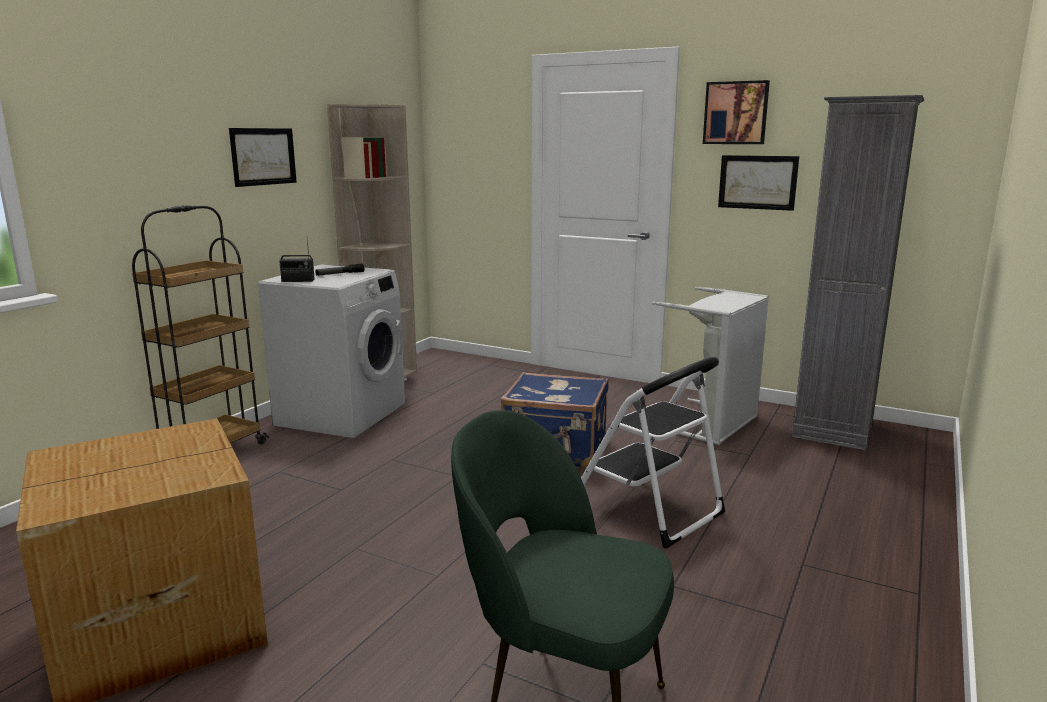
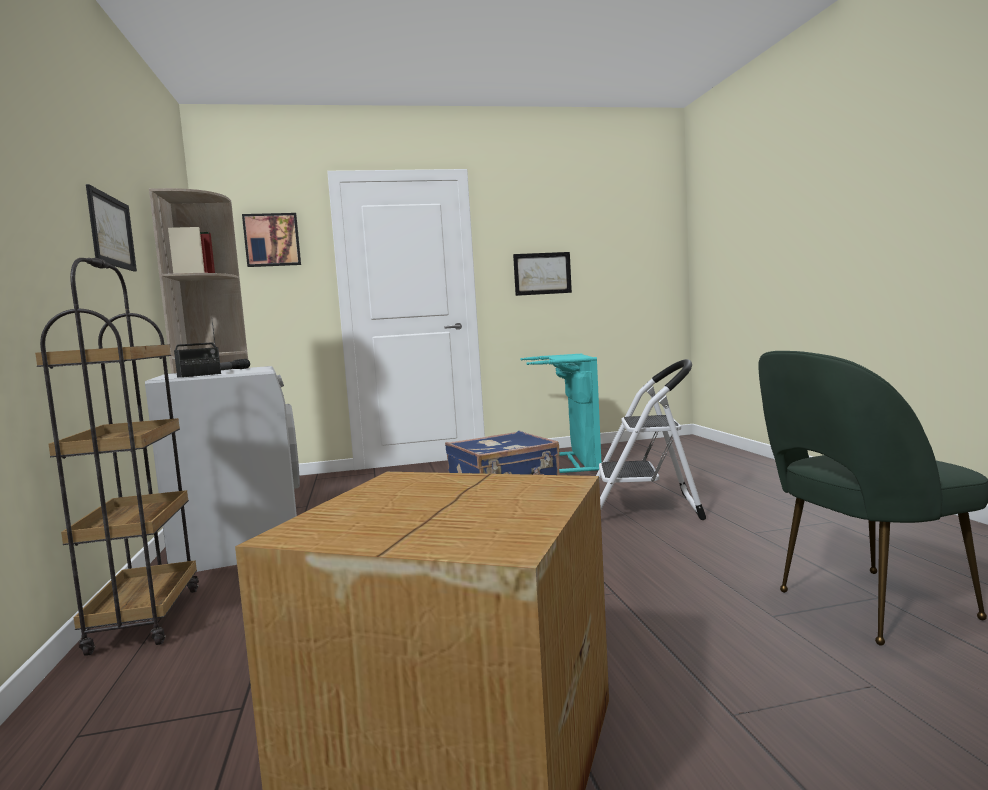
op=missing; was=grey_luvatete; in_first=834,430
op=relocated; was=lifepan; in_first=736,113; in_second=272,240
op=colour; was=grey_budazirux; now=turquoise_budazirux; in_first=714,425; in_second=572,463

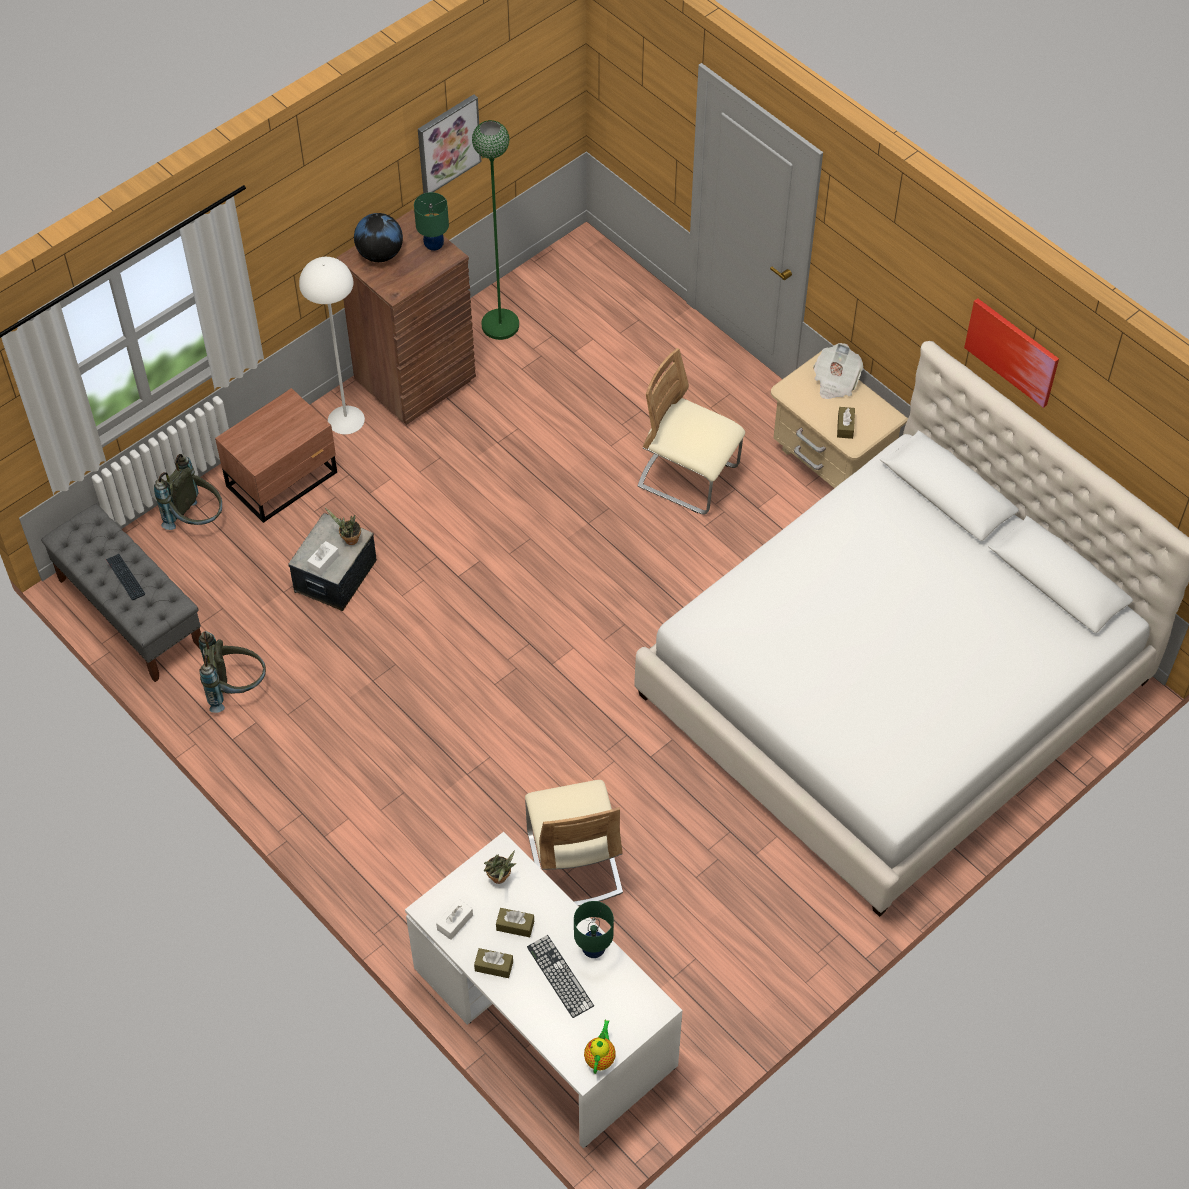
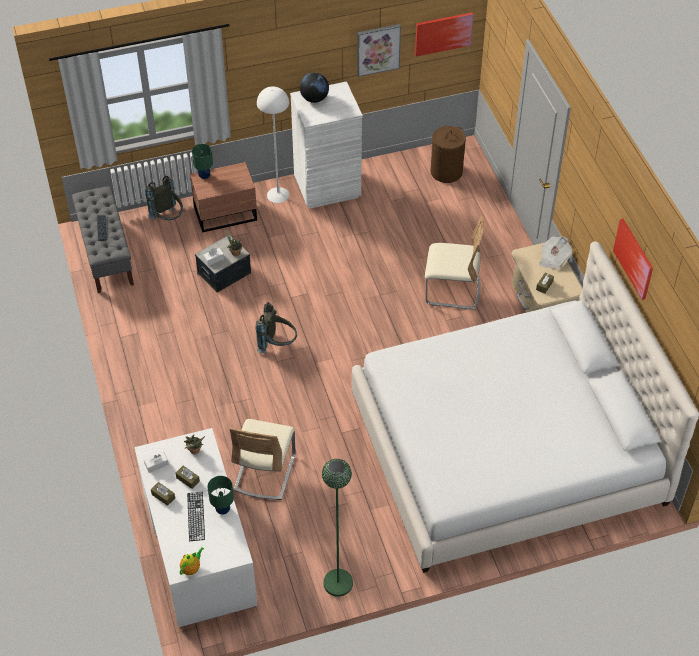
op=appeared; now=lifepan; in_second=443,33
op=appeared; now=brown_budazirux; in_second=446,172
op=relocated; was=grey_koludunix; in_first=236,689; in_second=277,344
op=relocated; was=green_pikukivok; in_first=435,246; in_second=205,176
op=relocated; was=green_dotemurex; in_first=500,325; in_second=337,583
op=colour; was=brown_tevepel; now=white_tevepel; in_first=415,381; in_second=327,187
op=spun; was=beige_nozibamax; in_first=688,477; in_second=452,291; clockwise=135

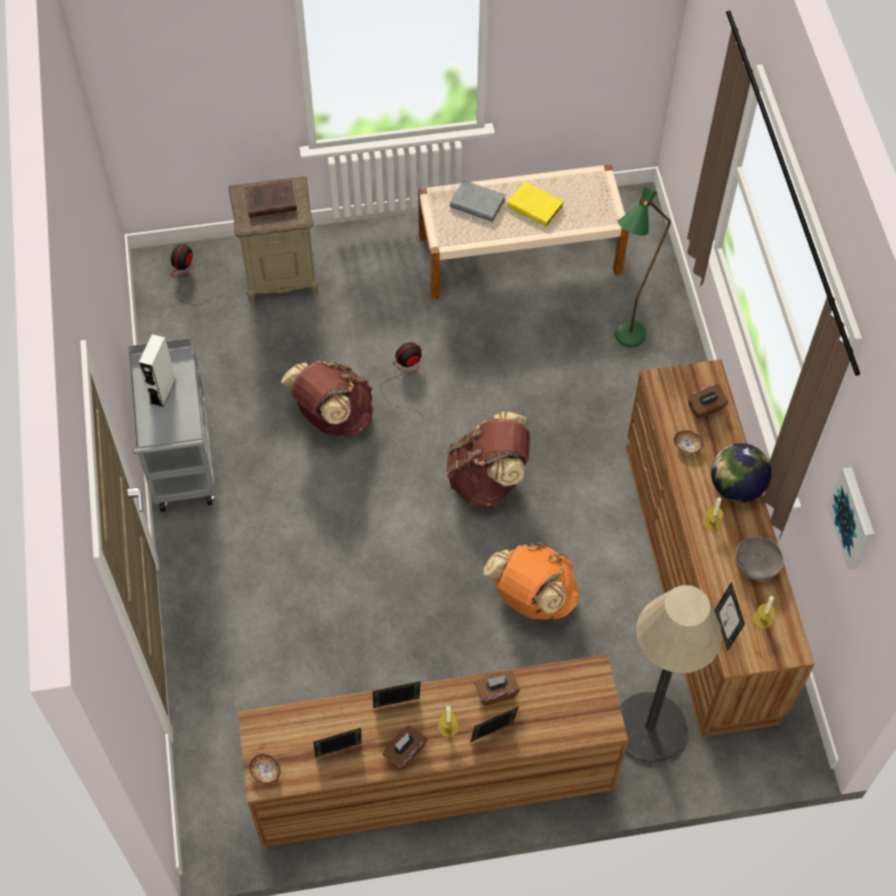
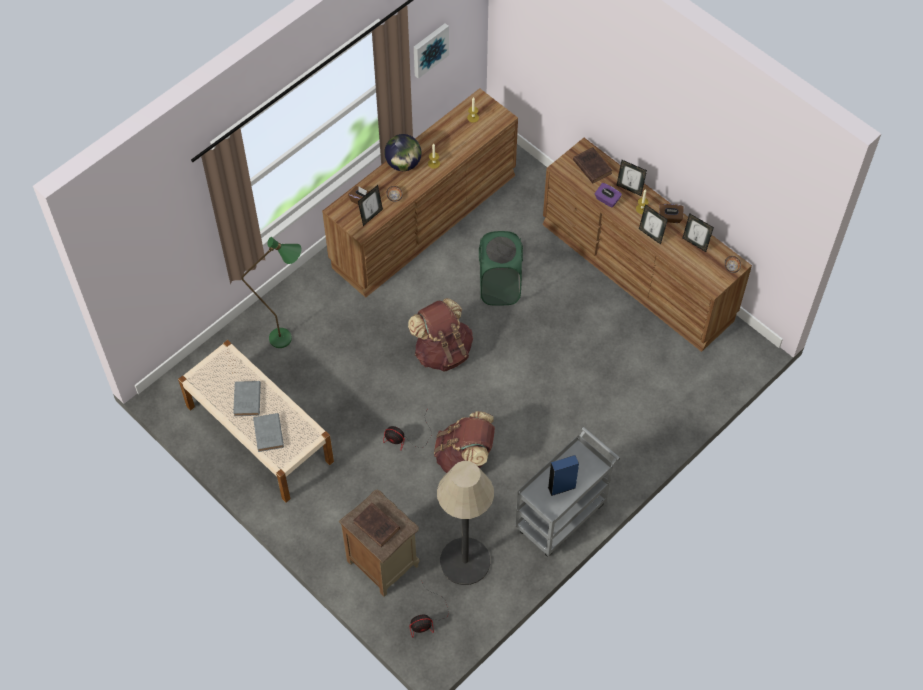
op=missing; was=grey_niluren; in_first=756,566
op=appeared; now=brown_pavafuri; in_second=591,166
op=relocated; was=dotemurex; in_first=649,727; in_second=465,561
op=relocated; was=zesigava; in_first=724,629; in_second=371,216
op=exchanged; was=orange_koludunix; now=green_budazirux; in_first=531,598; in_second=499,287
op=colour; was=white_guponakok; now=blue_guponakok; in_first=163,391; in_second=561,487
op=colour; was=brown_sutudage; now=purple_sutudage; in_first=496,692; in_second=607,200
op=colour; was=yellow_pavafuri; now=grey_pavafuri; in_first=533,206; in_second=247,401

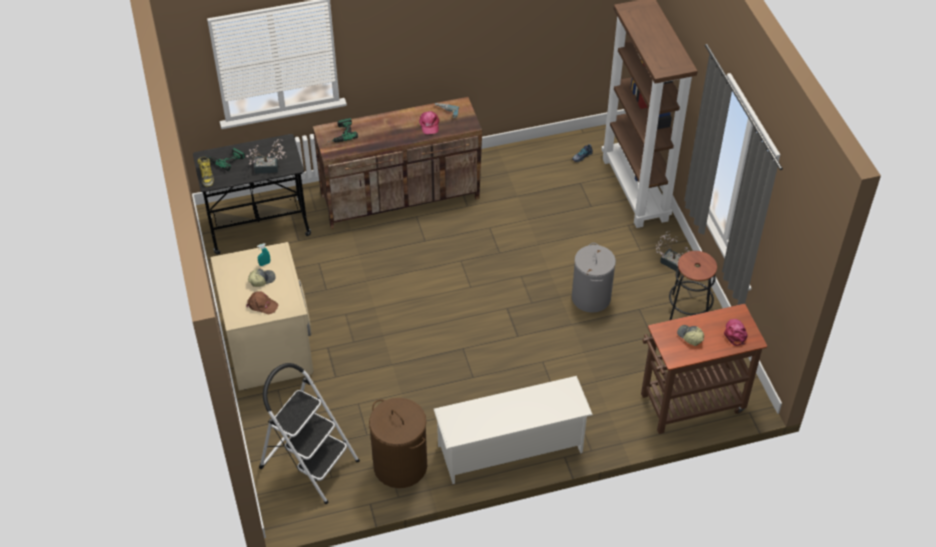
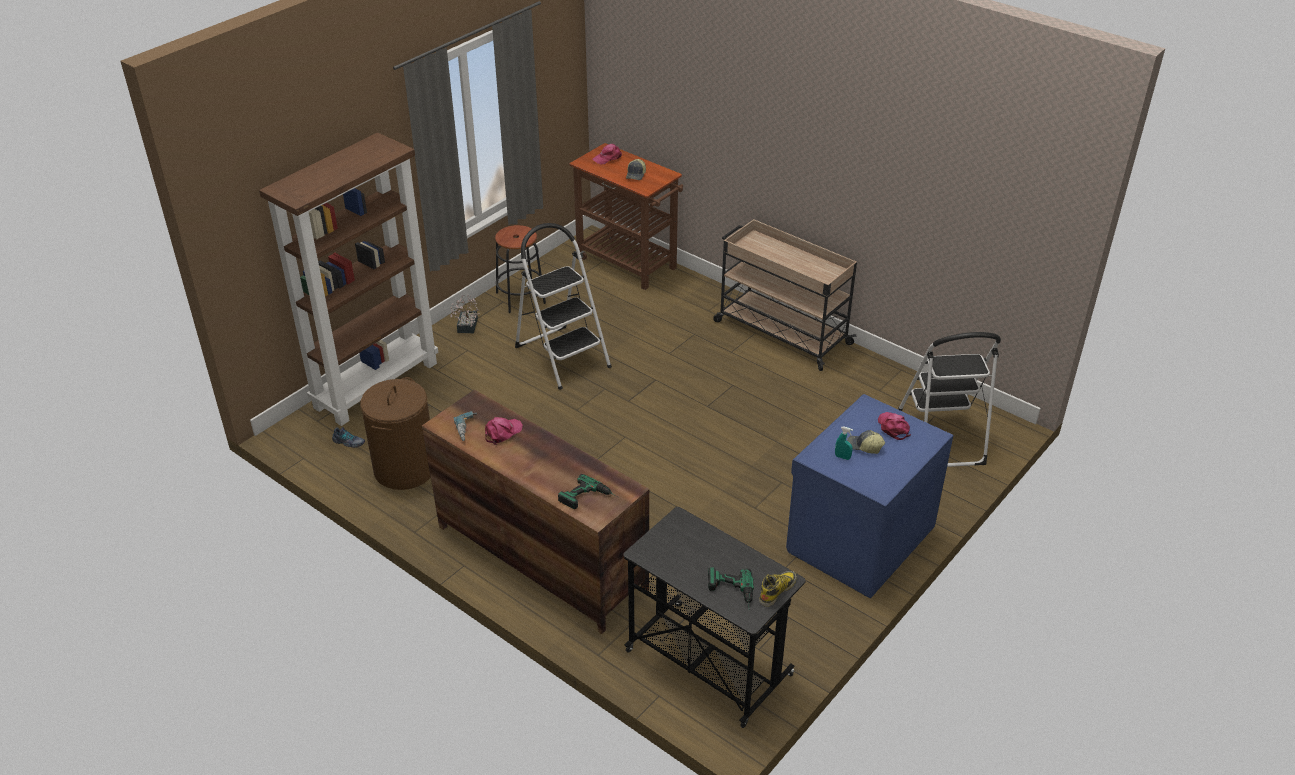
op=missing; was=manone; in_first=269,167
op=relocated; was=brown_budazirux; in_first=400,465; in_second=405,469
op=exchanged; was=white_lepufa; now=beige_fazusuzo; in_first=511,449; in_second=781,332
op=exchanged; was=grey_budazirux; now=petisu; in_first=591,298; in_second=561,355
op=colour; was=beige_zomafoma; now=blue_zomafoma; in_first=269,346; in_second=857,541
op=colour; was=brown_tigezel; now=pink_tigezel; in_first=262,305; in_second=893,427

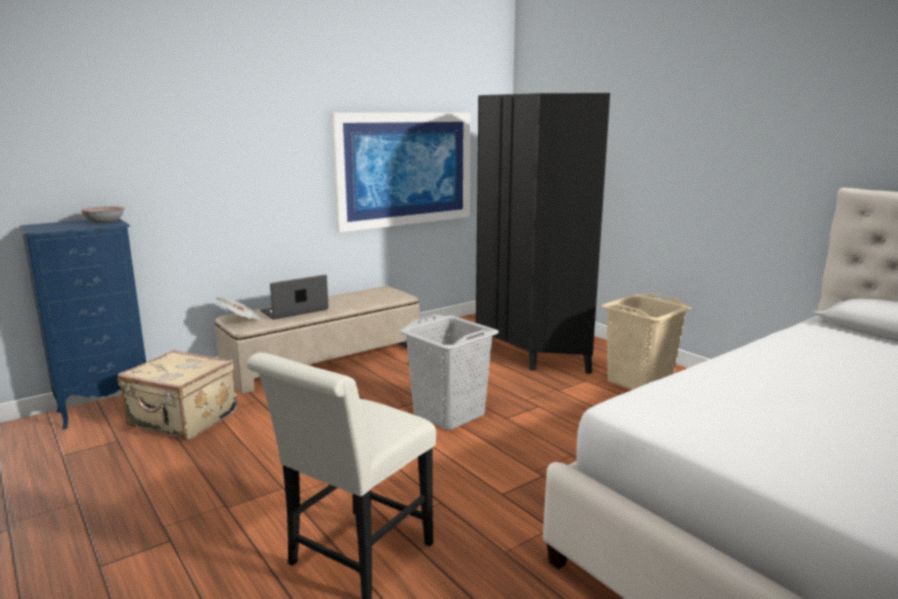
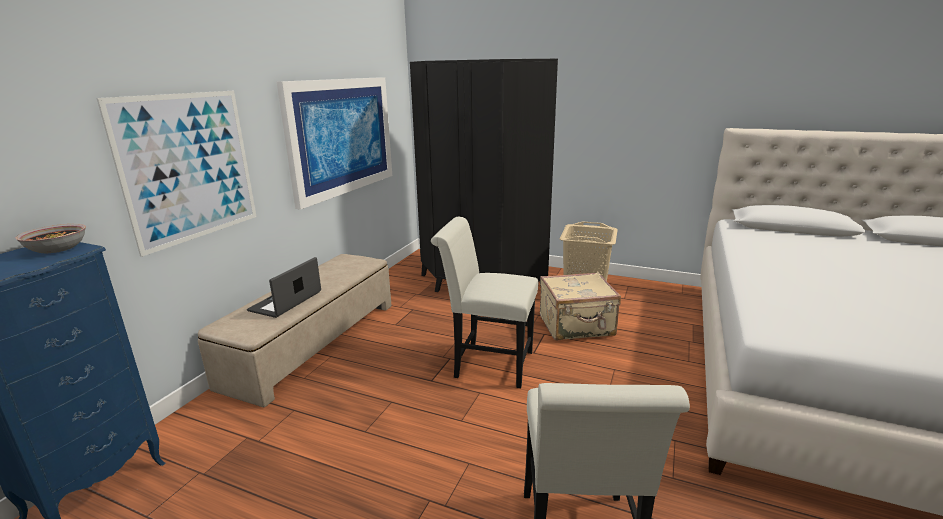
op=missing; was=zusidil; in_first=242,321
op=appeared; now=lifepan; in_second=189,167
op=relocated; was=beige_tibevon; in_first=183,420; in_second=577,326
op=exchanged; was=grey_budazirux; now=white_nozibamax; in_first=449,414; in_second=487,363

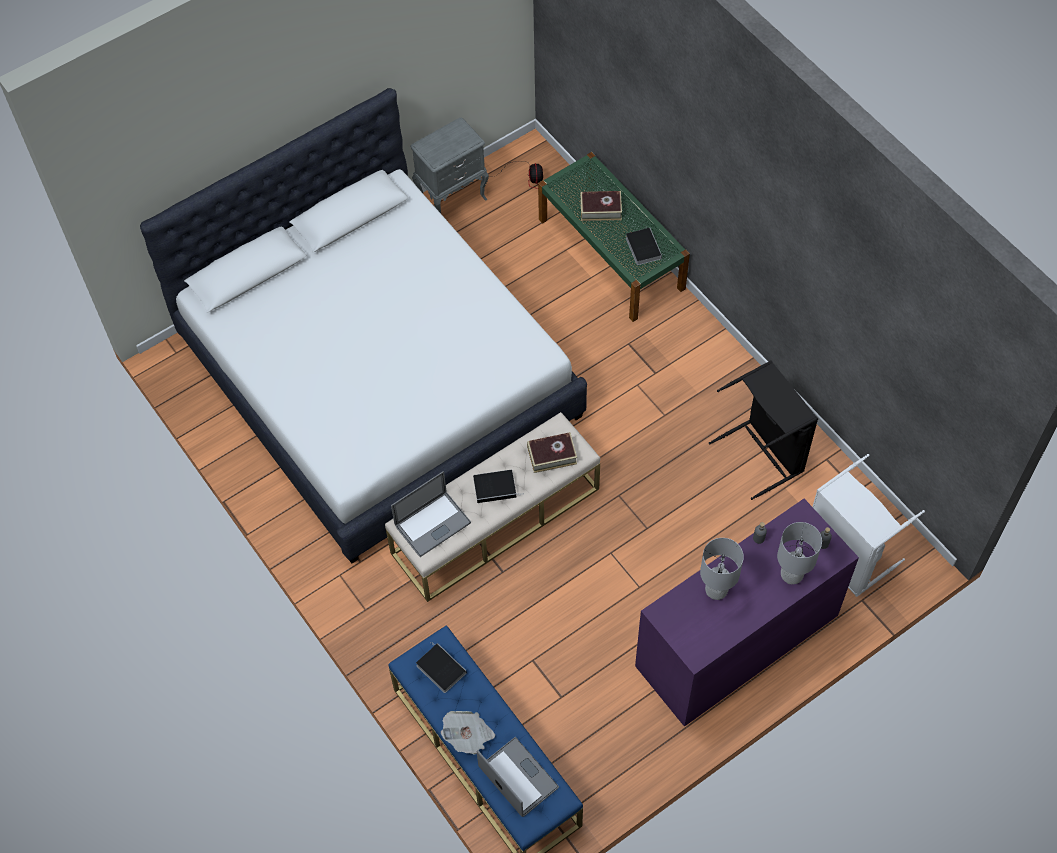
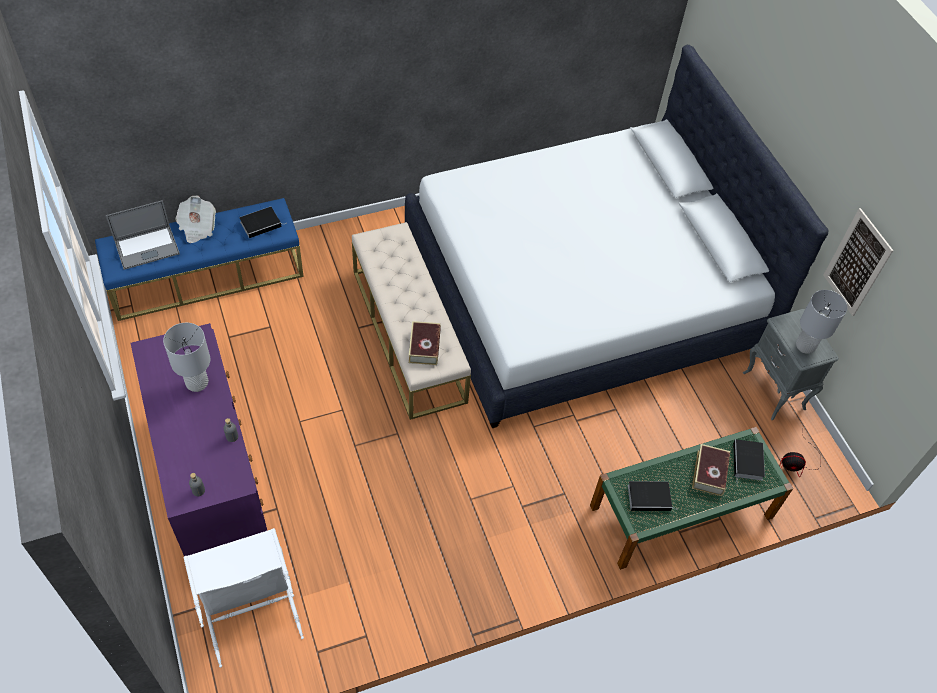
op=missing; was=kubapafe; in_first=432,524
op=missing; was=black_budazirux; in_first=764,453
op=appeared; now=lifepan; in_second=857,263
op=relocated; was=pavafuri; in_first=496,487; in_second=748,462
op=relocated; was=grey_pikukivok; in_first=791,575; in_second=804,347

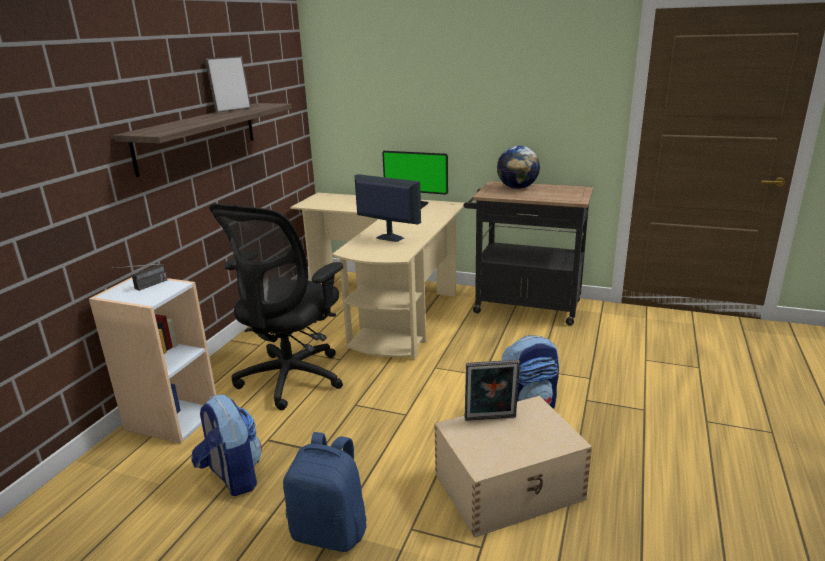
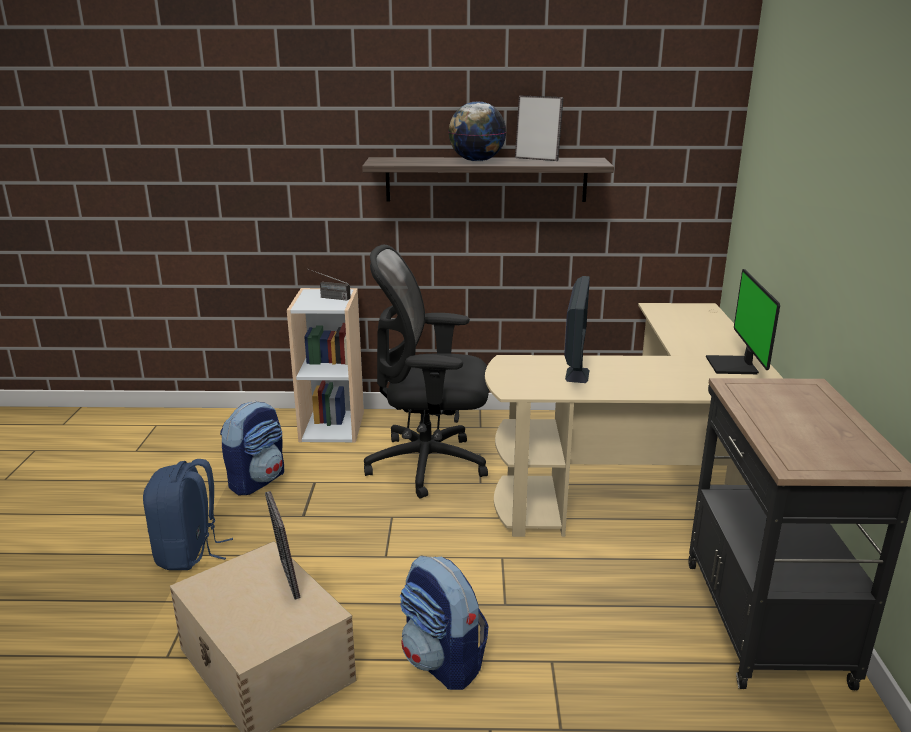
op=relocated; was=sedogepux; in_first=517,188; in_second=476,161

